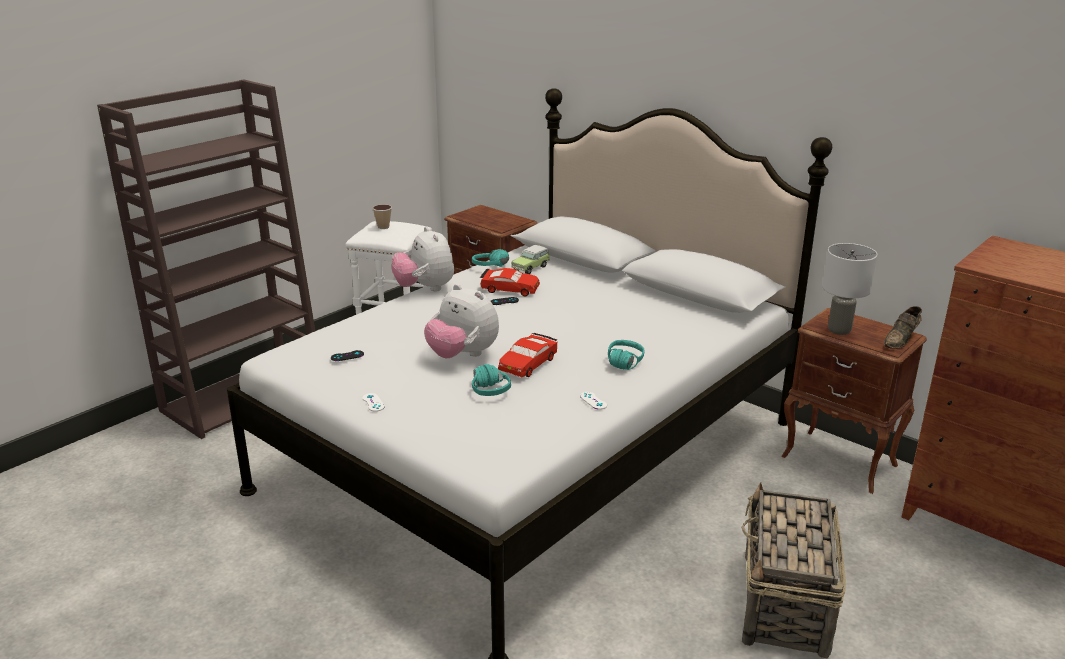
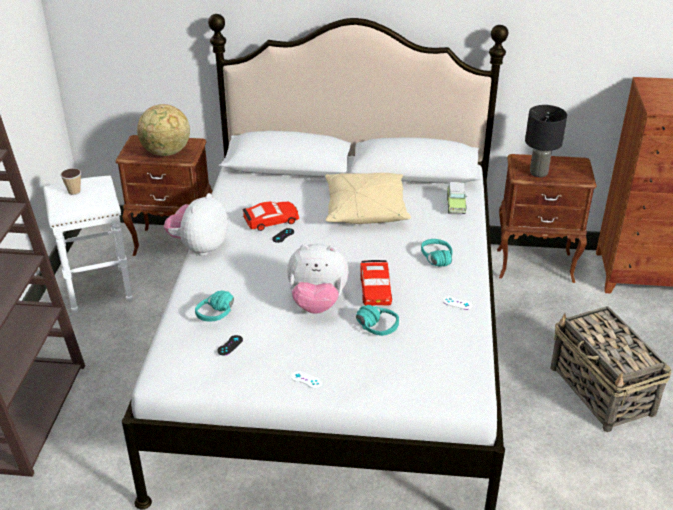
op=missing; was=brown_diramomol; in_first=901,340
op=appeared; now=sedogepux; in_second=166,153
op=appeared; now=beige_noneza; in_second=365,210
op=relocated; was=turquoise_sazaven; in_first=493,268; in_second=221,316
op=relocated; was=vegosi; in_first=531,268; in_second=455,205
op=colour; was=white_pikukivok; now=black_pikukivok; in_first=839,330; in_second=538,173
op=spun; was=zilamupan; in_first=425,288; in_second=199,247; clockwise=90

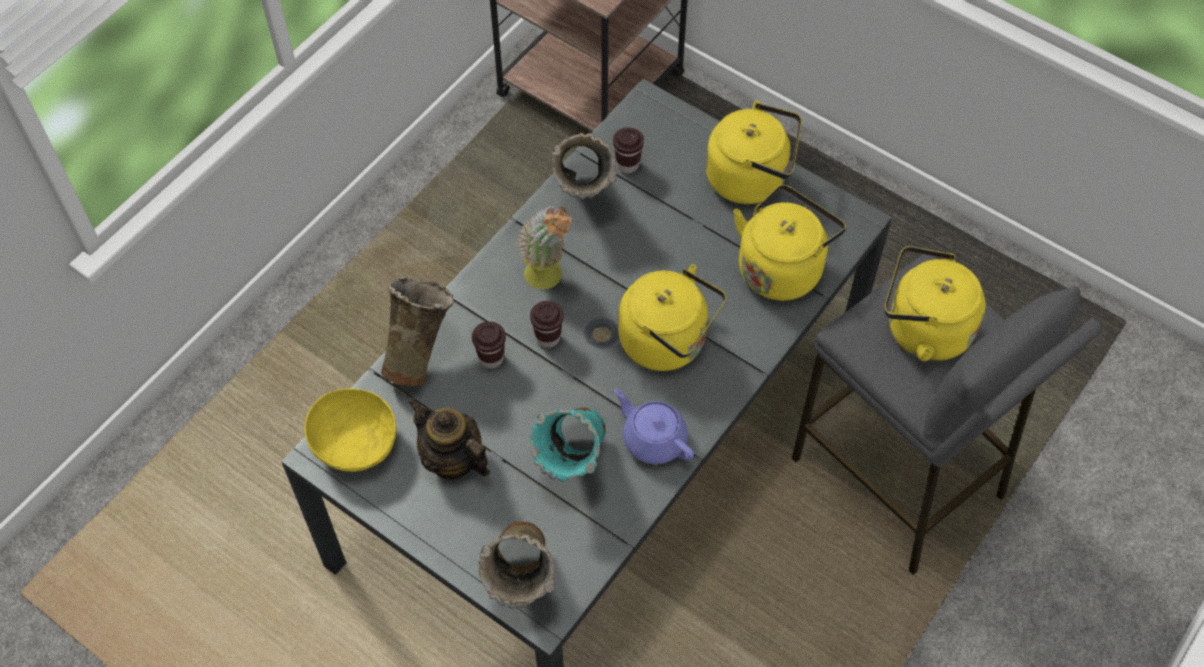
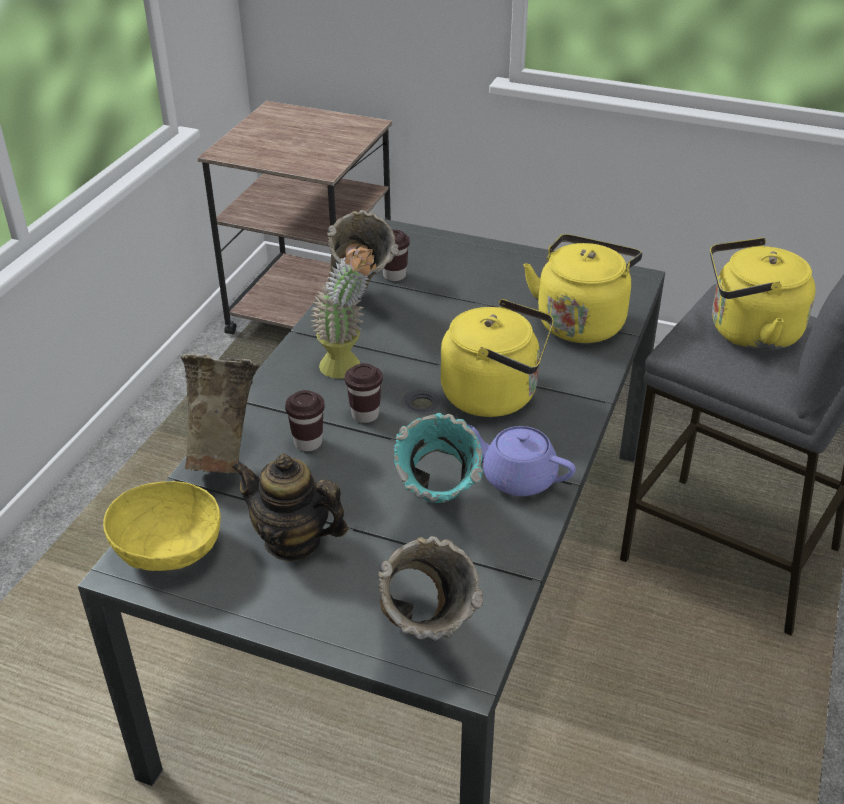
op=missing; was=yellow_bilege; in_first=751,178

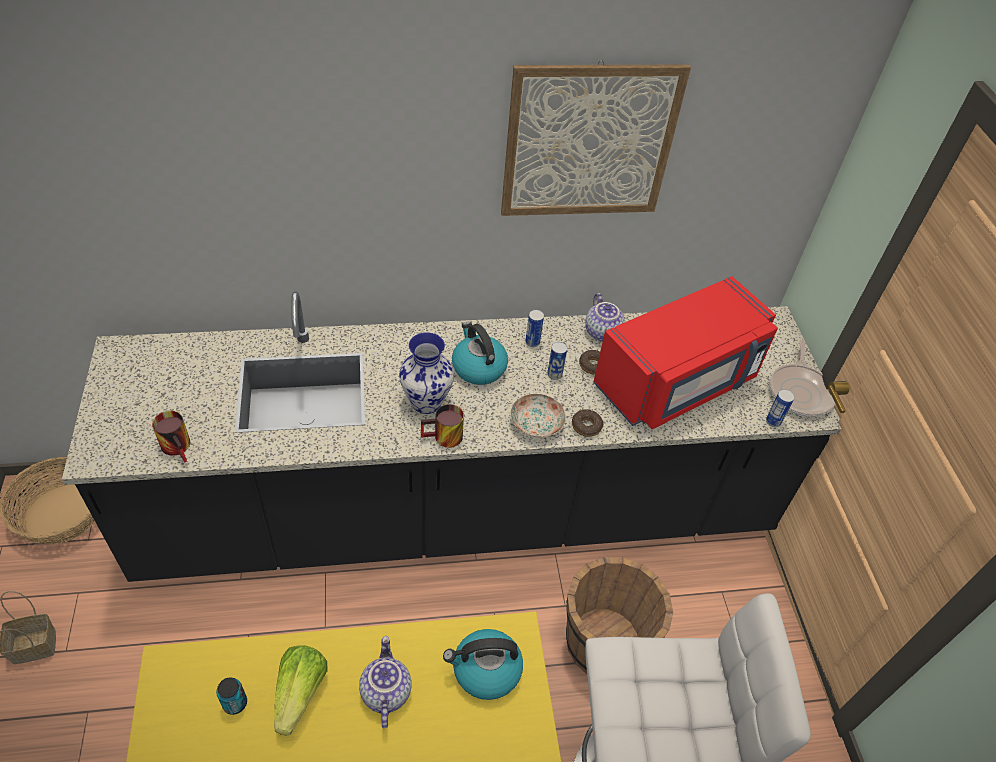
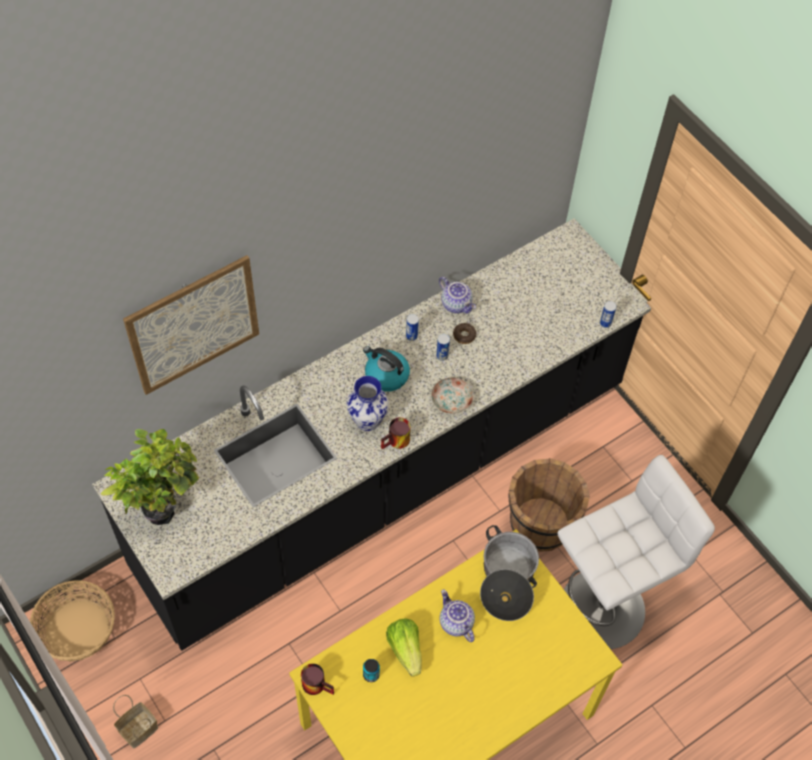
op=missing; was=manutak; in_first=586,426
op=missing; was=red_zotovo; in_first=678,382
op=missing; was=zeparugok; in_first=800,391
op=appeared; now=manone; in_second=162,507
op=relocated; was=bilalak; in_first=180,446; in_second=318,684
op=relocated; was=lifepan; in_first=589,140; in_second=193,324
op=exchanged; was=bilege; now=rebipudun; in_first=485,670; in_second=507,580

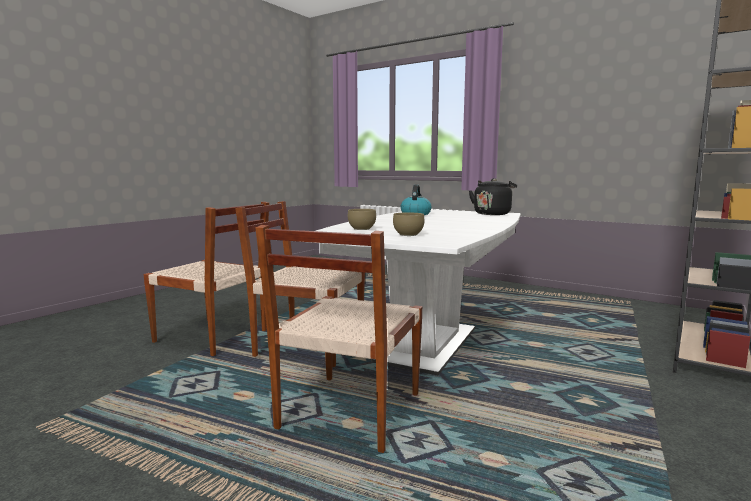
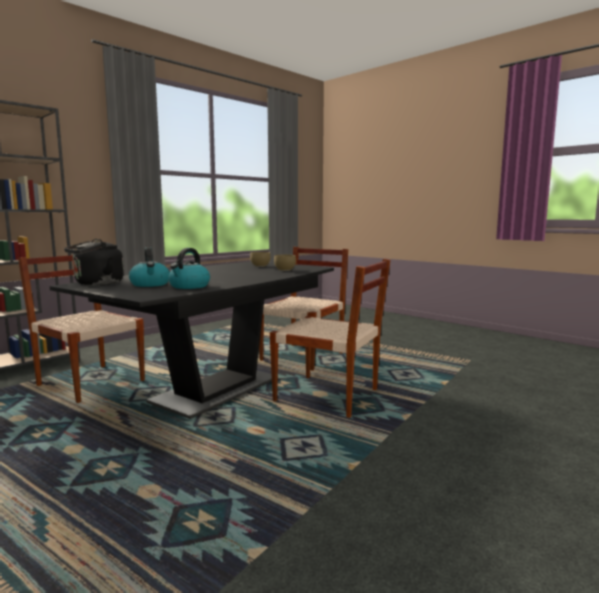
op=appeared; now=bilege; in_second=150,284
op=relocated; was=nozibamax; in_first=213,337; in_second=90,382
op=colour; was=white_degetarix; now=black_degetarix; in_first=427,344; in_second=216,390

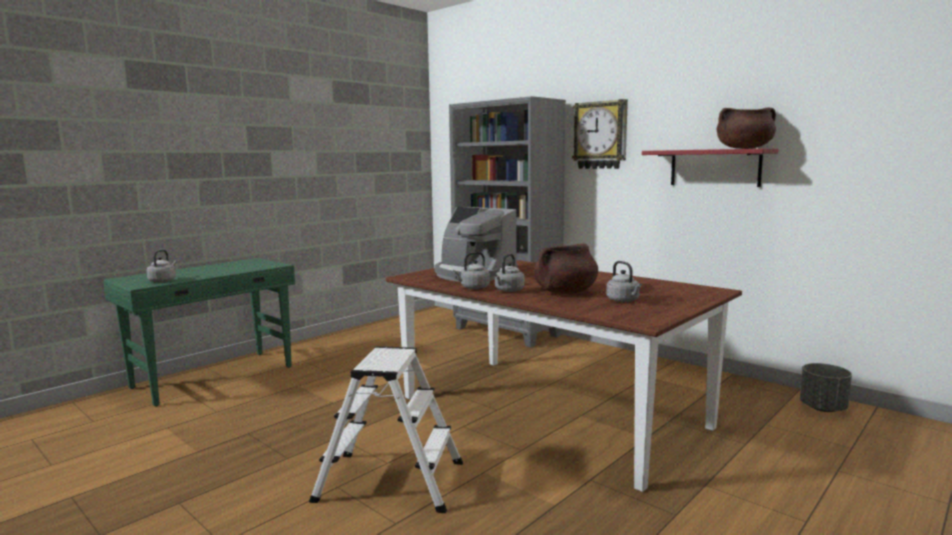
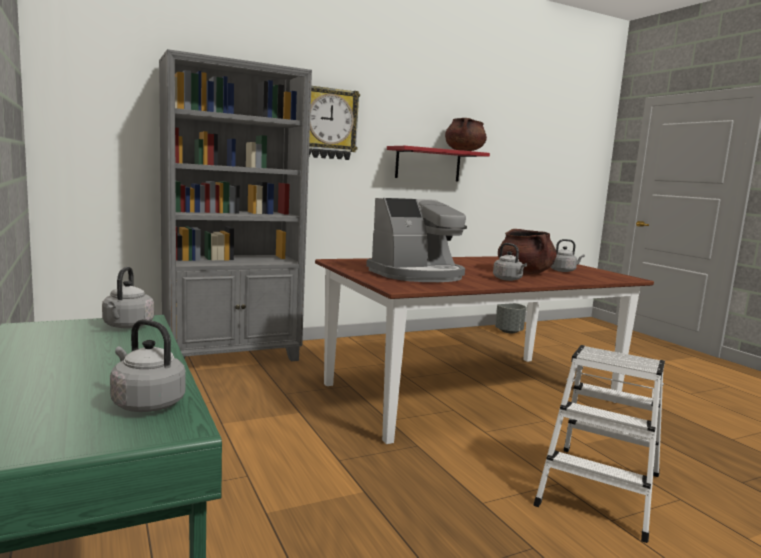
op=relocated; was=grey_bilege; in_first=473,288; in_second=127,326

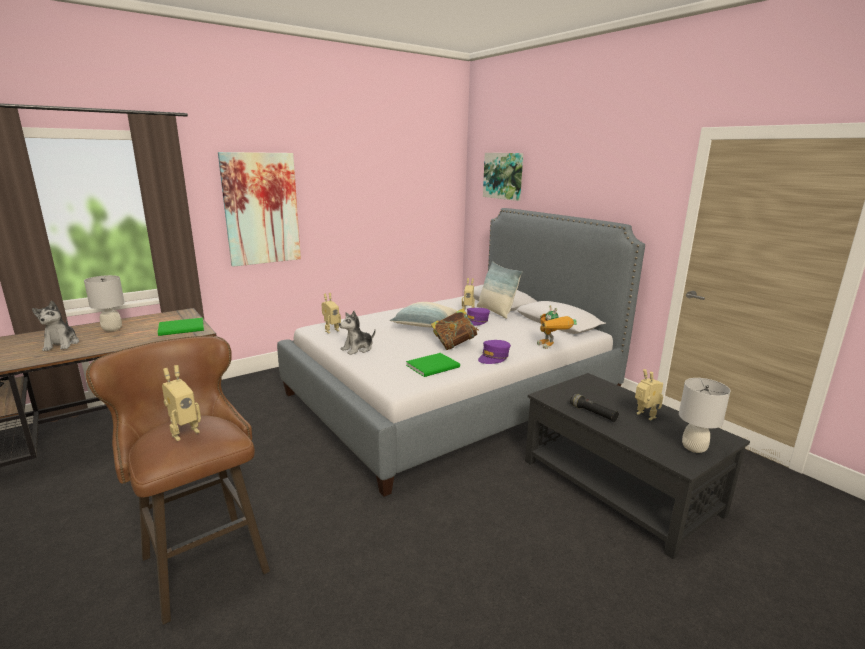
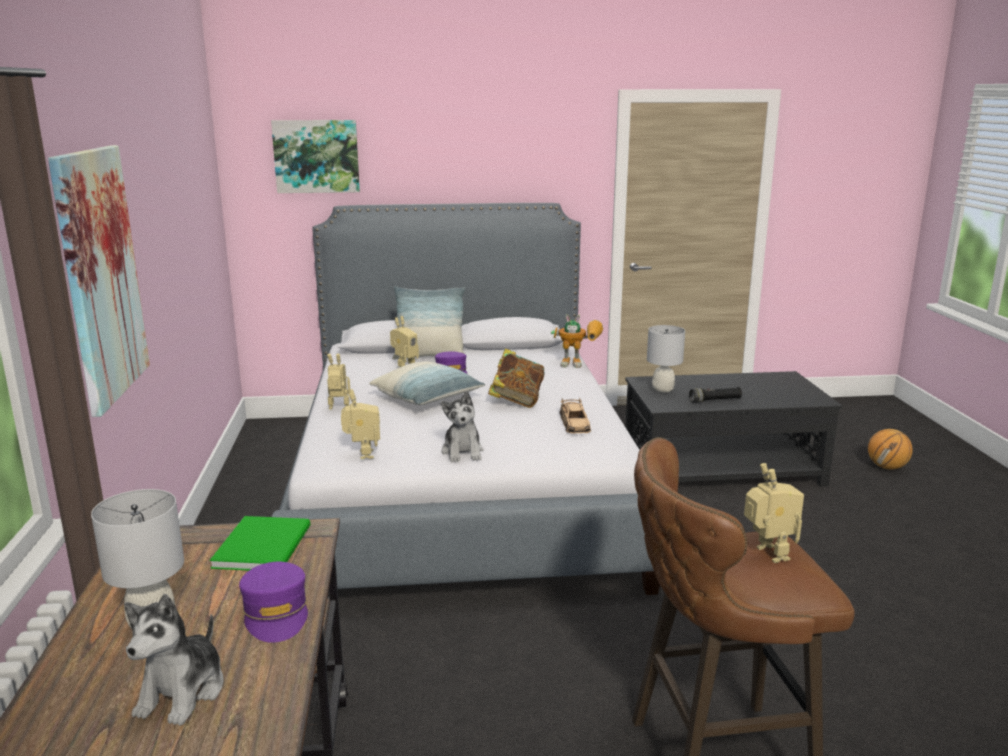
op=appeared; now=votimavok; in_second=887,467
op=relocated; was=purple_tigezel; in_first=494,357; in_second=276,613
op=relocated; was=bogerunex; in_first=644,416; in_second=338,408
op=relocated; was=grey_pikukivok; in_first=692,448; in_second=662,391
op=exchanged; was=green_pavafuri; now=beige_vegosi; in_first=434,366; in_second=574,424
op=spun; was=zilamupan; in_first=61,344; in_second=183,692; clockwise=90

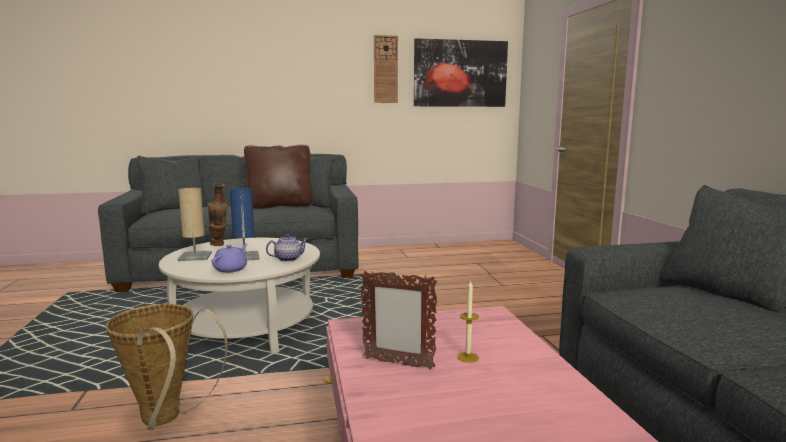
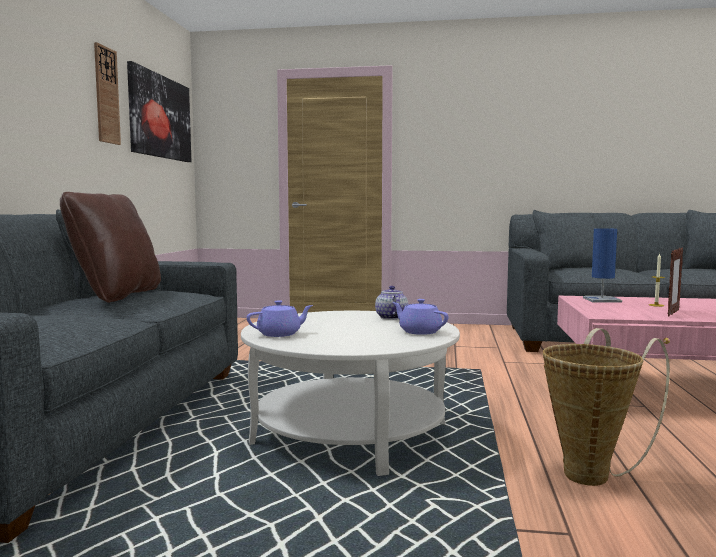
op=missing; was=beige_pikukivok; in_first=195,256
op=relocated; was=blue_pikukivok; in_first=244,257; in_second=602,300
op=exchanged; was=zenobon; now=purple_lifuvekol; in_first=219,245; in_second=280,334

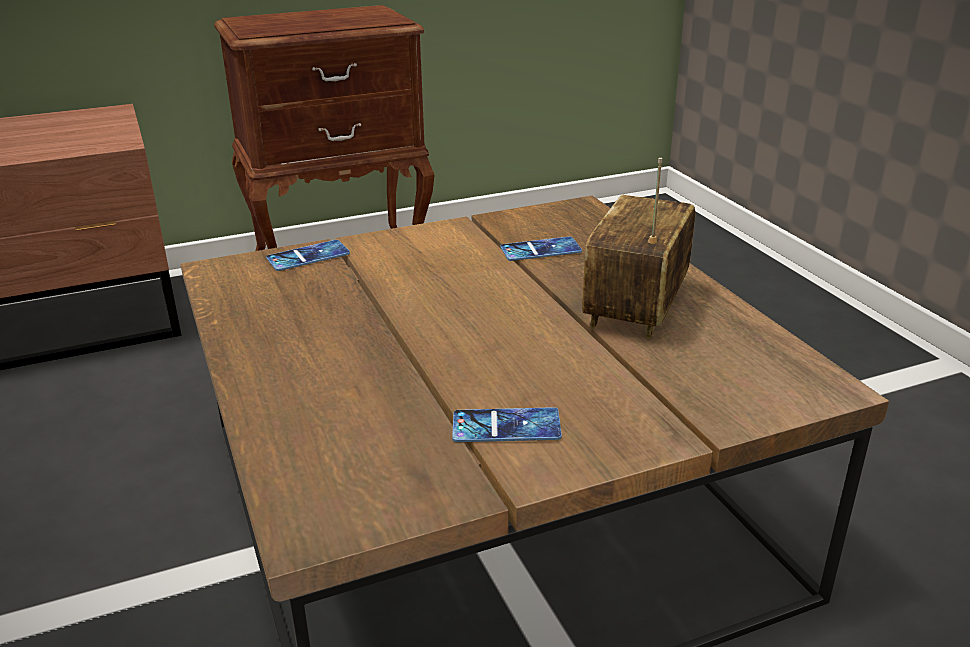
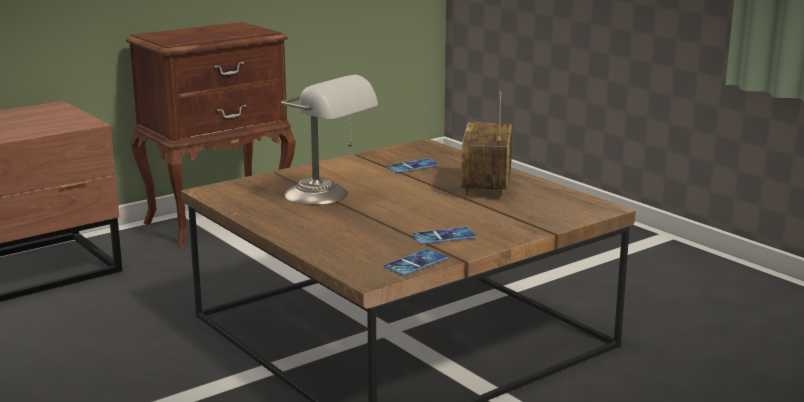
op=appeared; now=white_pikukivok; in_second=328,196
op=relocated; was=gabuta; in_first=308,256; in_second=416,263

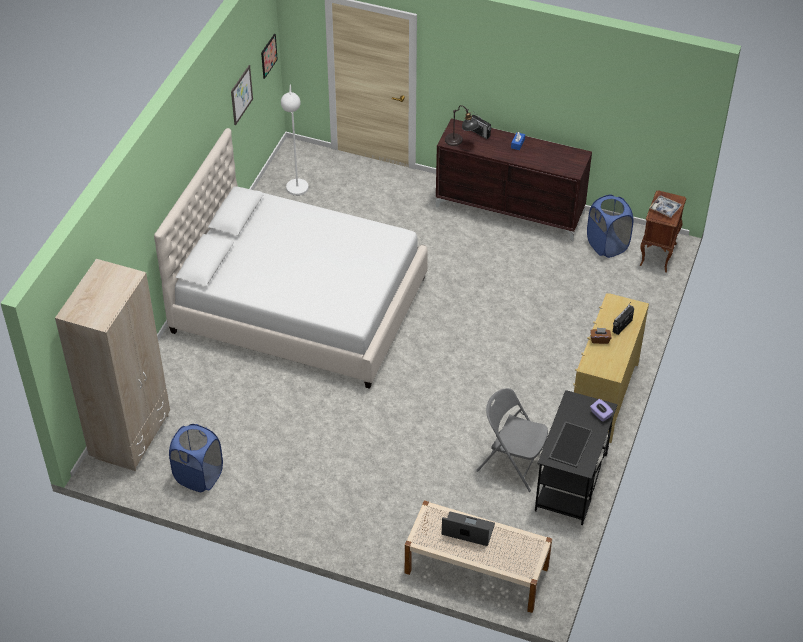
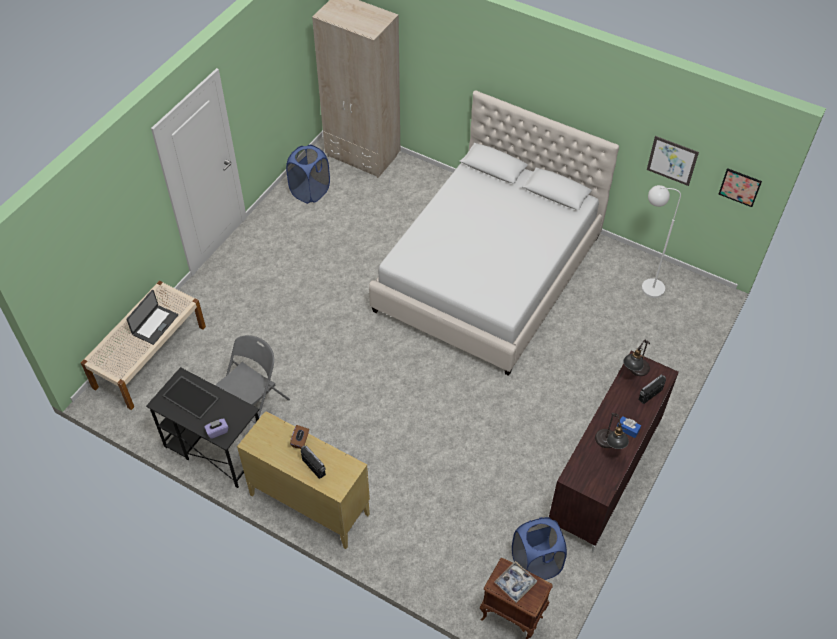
op=appeared; now=grey_pikukivok; in_second=609,447

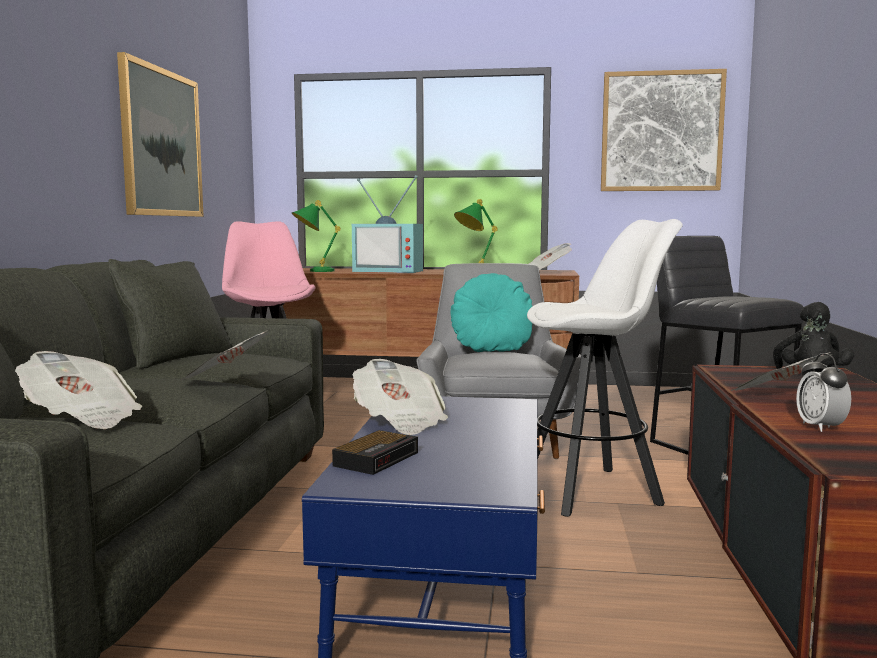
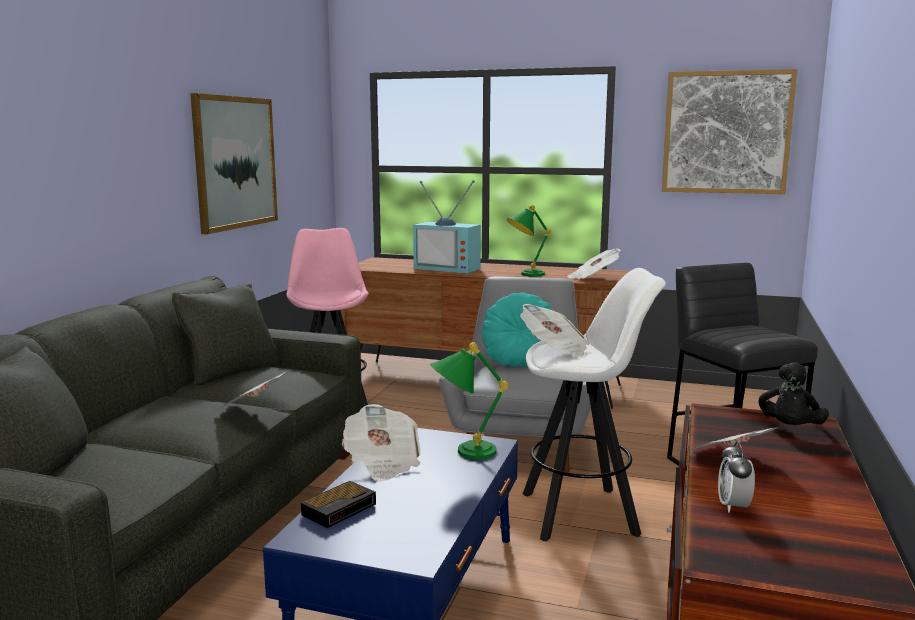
op=relocated; was=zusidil; in_first=82,418; in_second=555,349
op=relocated; was=green_pikukivok; in_first=313,271; in_second=462,453

